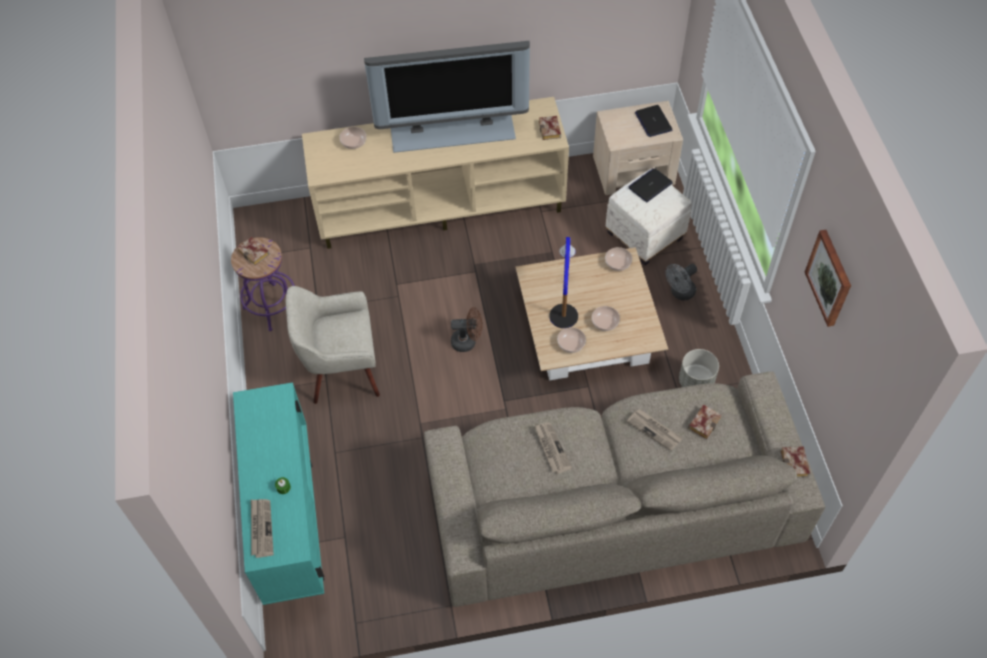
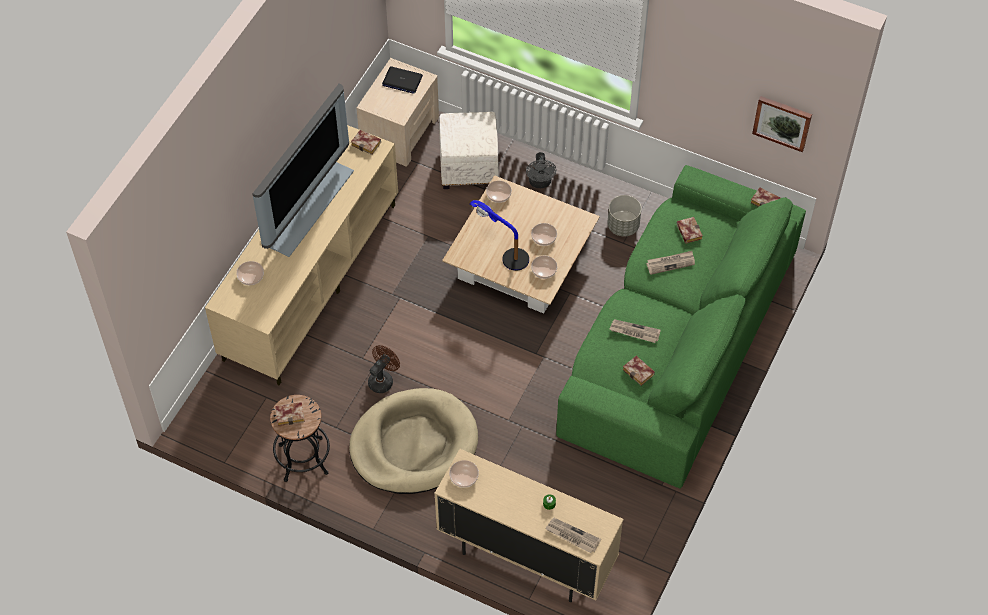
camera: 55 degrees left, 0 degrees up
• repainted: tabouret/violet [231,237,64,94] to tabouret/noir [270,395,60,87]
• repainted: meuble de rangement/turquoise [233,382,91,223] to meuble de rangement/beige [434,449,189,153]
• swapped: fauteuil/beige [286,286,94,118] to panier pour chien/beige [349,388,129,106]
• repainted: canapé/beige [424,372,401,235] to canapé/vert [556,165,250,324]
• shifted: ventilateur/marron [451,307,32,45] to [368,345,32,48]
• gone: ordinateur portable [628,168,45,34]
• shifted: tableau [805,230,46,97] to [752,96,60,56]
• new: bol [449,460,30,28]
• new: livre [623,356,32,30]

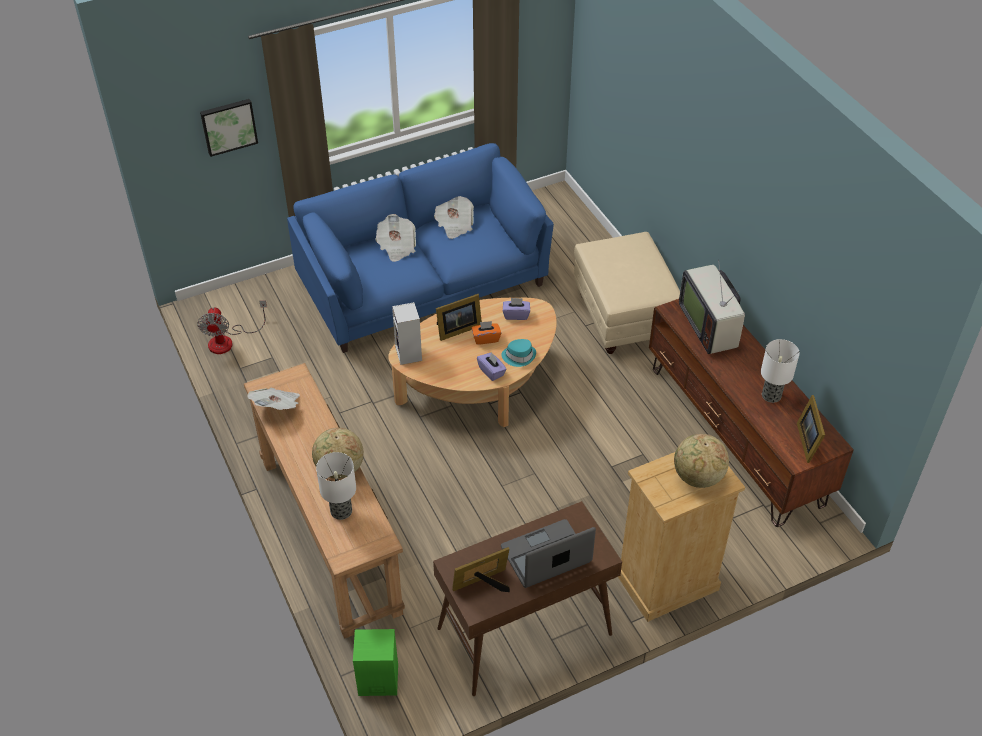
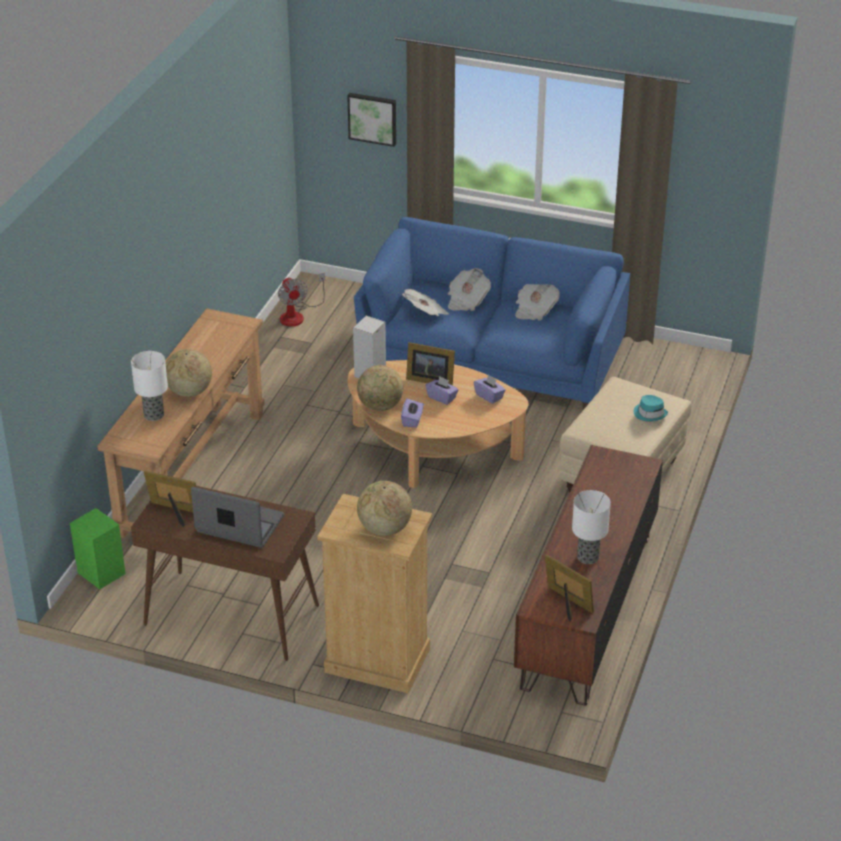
camera: 45 degrees right, 10 degrees down
• rotated: ventilateur [197,300,70,54] = [278,273,47,54] 60 degrees counterclockwise
• shifted: journal [248,388,52,22] to [402,289,47,27]
• repainted: boîte à mouchoirs/orange [472,321,29,24] to boîte à mouchoirs/violet [426,376,33,29]
• shifted: chapeau/turquoise [501,339,35,28] to [634,395,34,27]
• gone: téléviseur [679,260,66,94]
• rotated: cadre photo [797,395,28,68] = [545,554,49,68] 90 degrees clockwise
• new: globe [357,365,46,46]

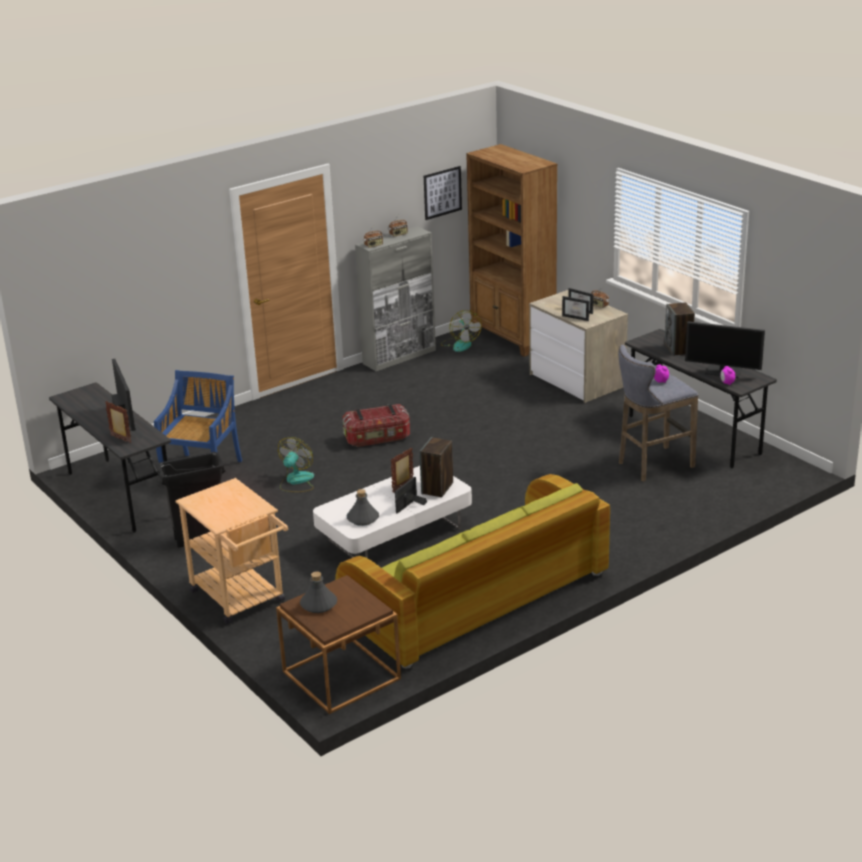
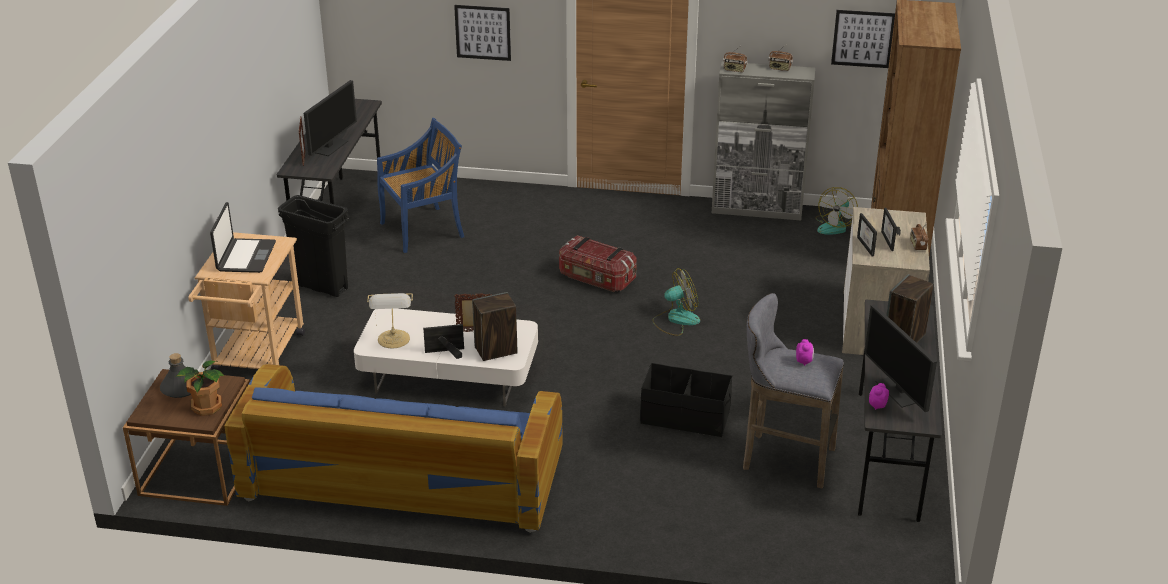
camera: 45 degrees right, 5 degrees up
• shifted: ventilateur [278,437,36,55] to [652,268,48,68]
• repainted: canapé/vert [335,474,275,194] to canapé/bleu [225,364,337,169]
• swapped: bouteille/gris [347,489,32,37] to lampe de table [367,293,46,55]
• new: plante en pot [175,360,50,56]
• new: ordinateur portable [210,202,66,71]
• new: tableau [454,5,57,56]
• new: boîte de rangement/noir [640,363,92,74]

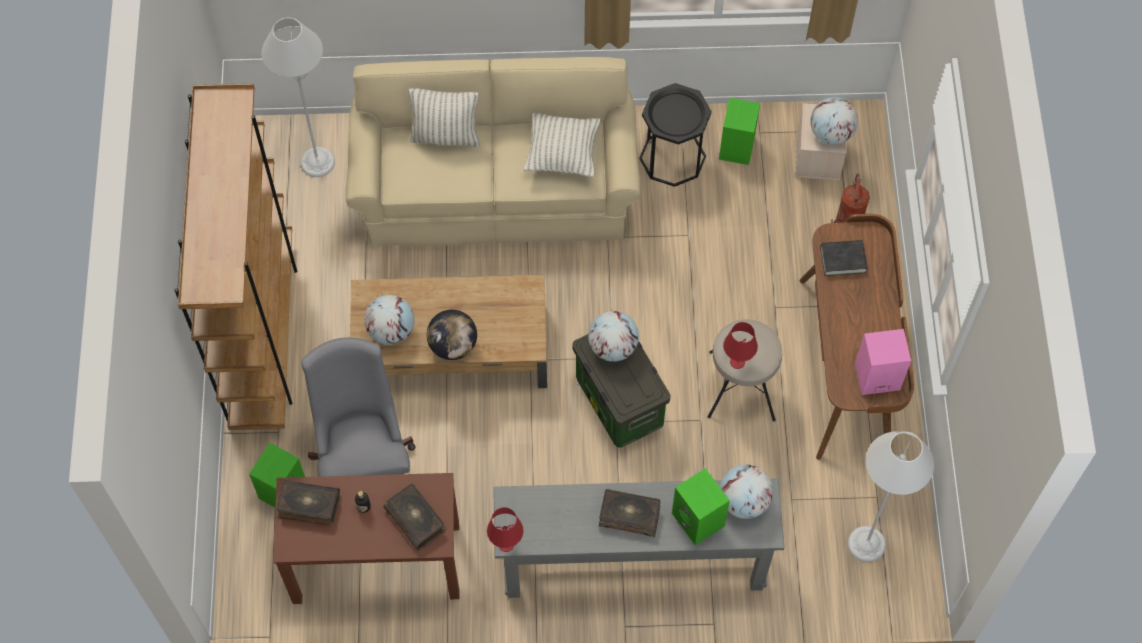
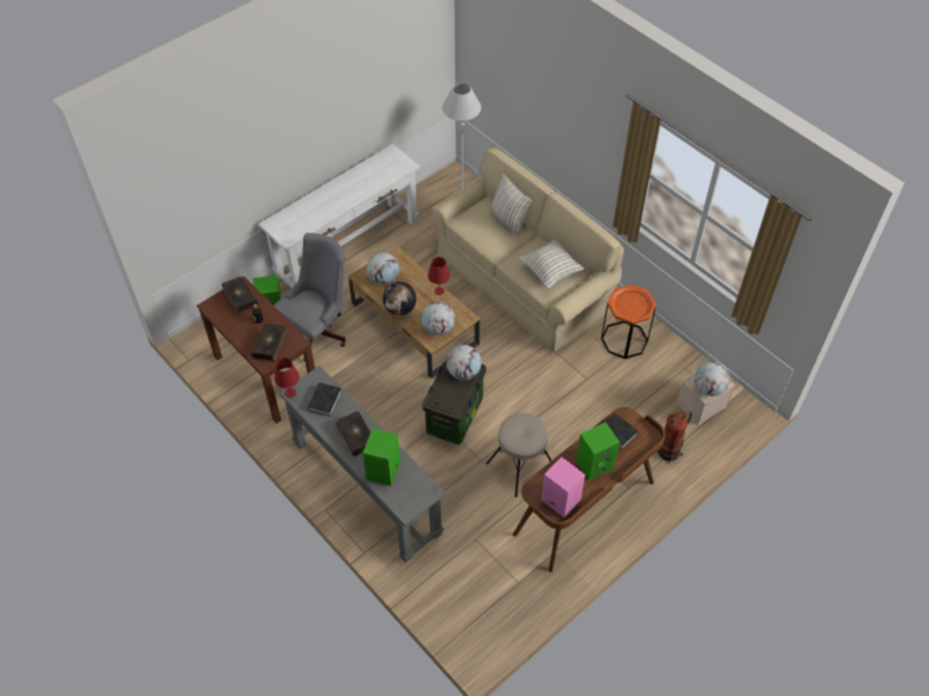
camera: 50 degrees right, 10 degrees down
• swapped: bibliothèque/marron [174,83,123,347] to table console/blanc [258,144,162,144]
• repainted: table d'appoint/noir [639,83,73,104] to table d'appoint/orange [601,284,56,75]
• shifted: enceinte/vert [719,98,41,67] to [576,422,44,59]
• shifted: globe [720,465,53,54] to [422,301,33,34]
• shifted: lampe de table/rouge [723,322,35,47] to [428,257,22,38]
• gone: lampadaire/gris [848,431,86,131]
• new: livre/noir [307,383,35,34]

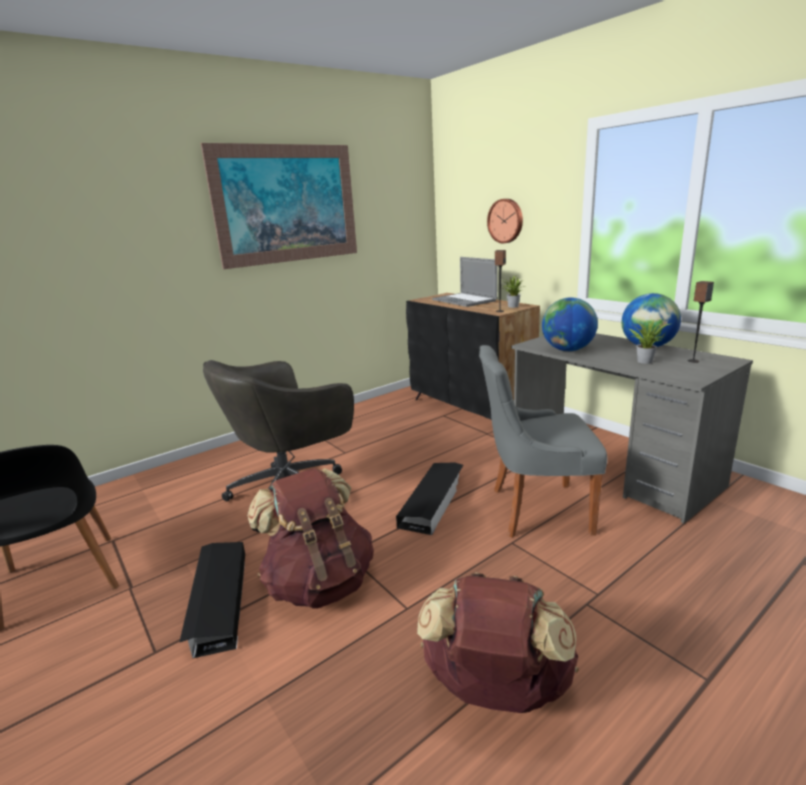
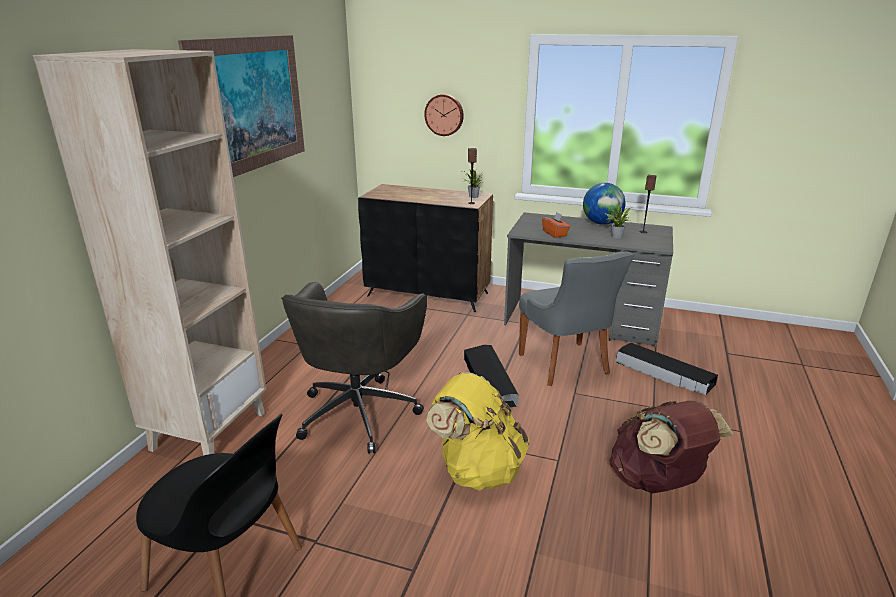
camera: 35 degrees left, 5 degrees up
• shifted: boîte de rangement/noir [179,542,66,116] to [616,343,102,52]
• repainted: sac à dos/marron [247,468,127,141] to sac à dos/jaune [426,372,103,119]
• gone: ordinateur portable [432,257,66,50]
• rotated: chaise/gris [479,345,129,193] = [519,252,115,134] 75 degrees counterclockwise
• swapped: globe [542,297,56,54] to boîte à mouchoirs/orange [542,212,28,26]
• new: bibliothèque/beige [33,49,233,407]

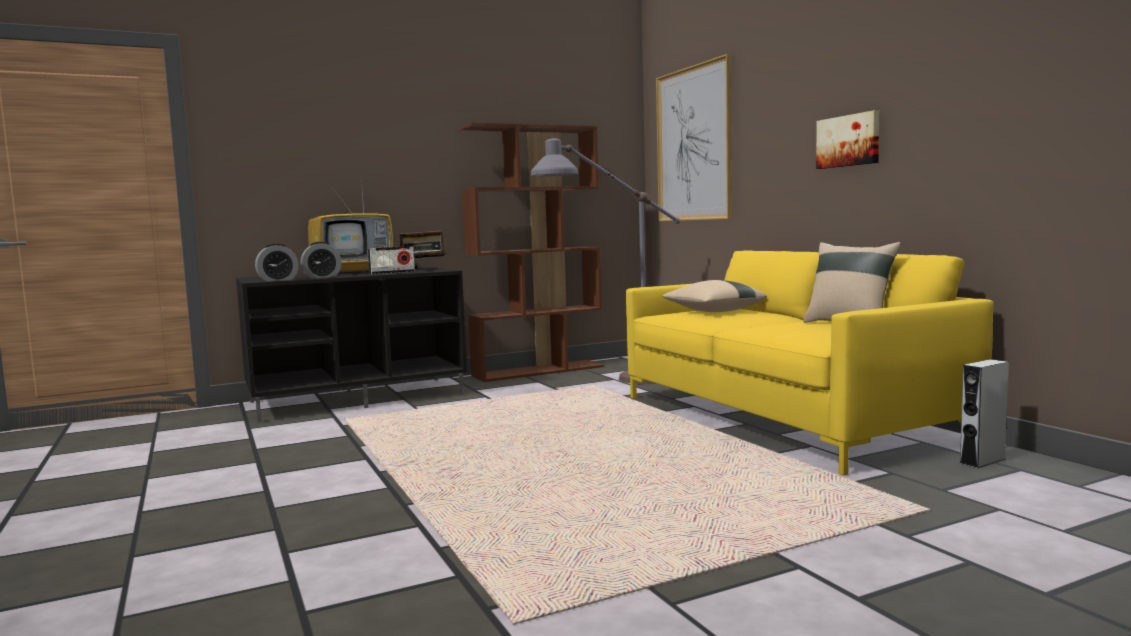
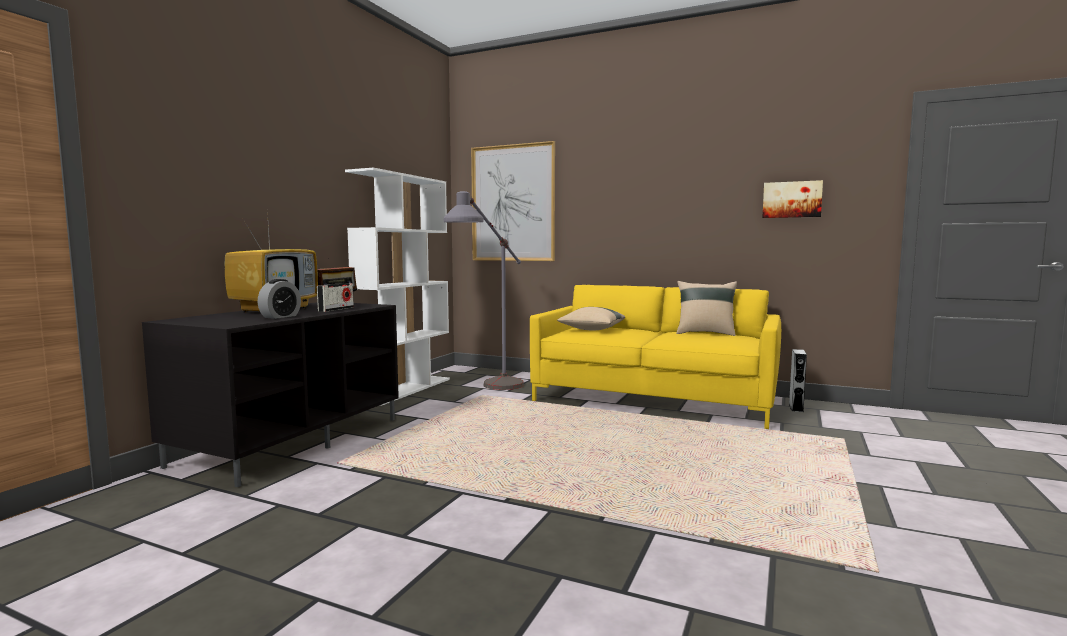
camera: 40 degrees left, 0 degrees up
• gone: réveil [255,244,44,37]
• repainted: bibliothèque/marron [459,123,145,259] to bibliothèque/blanc [345,168,105,238]
• shifted: tableau [816,110,63,59] to [762,180,61,38]

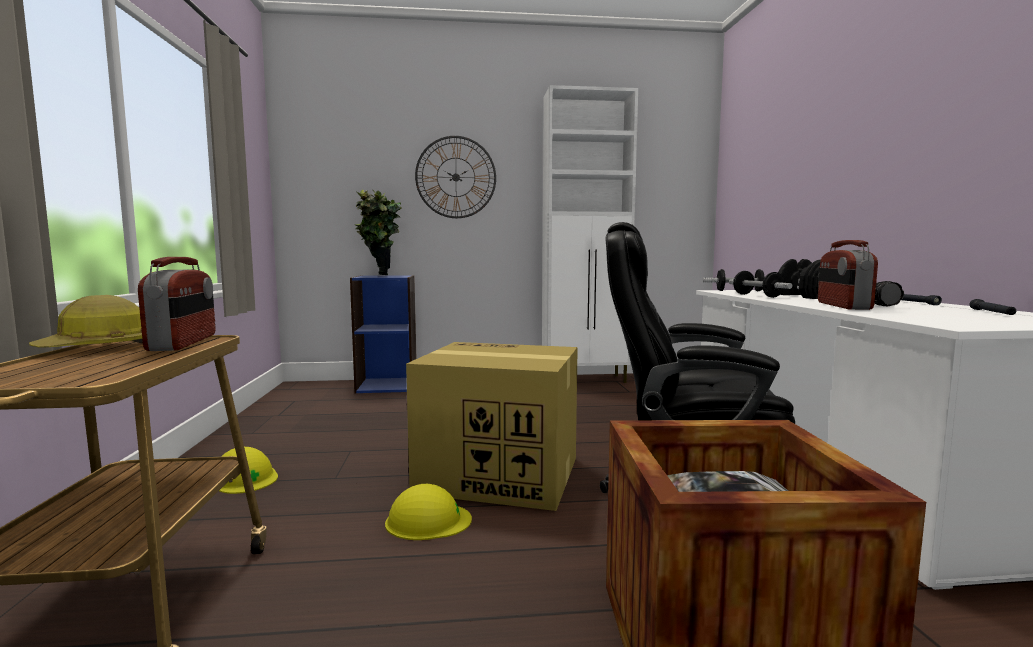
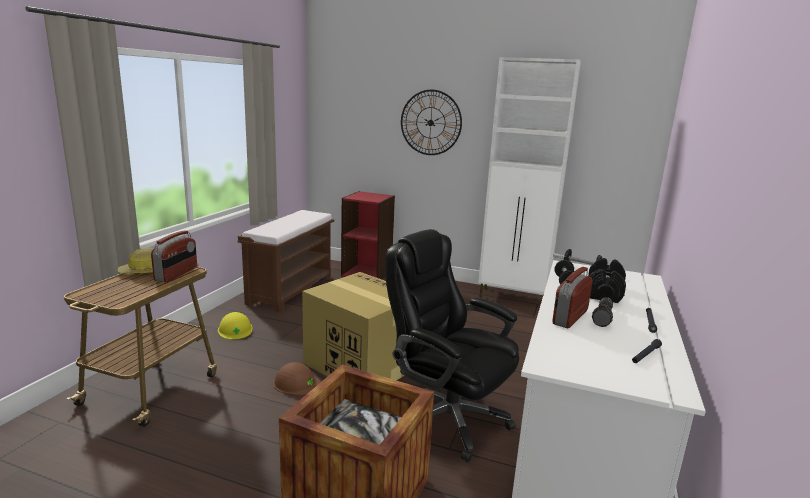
camera: 25 degrees right, 10 degrees up
• repainted: bibliothèque/bleu [350,275,66,118] to bibliothèque/rouge [341,191,54,88]
• gone: plante en pot [355,190,47,85]
• repainted: casque de chantier/jaune [385,484,87,56] to casque de chantier/marron [273,362,47,34]
• new: banc/marron [238,210,96,102]

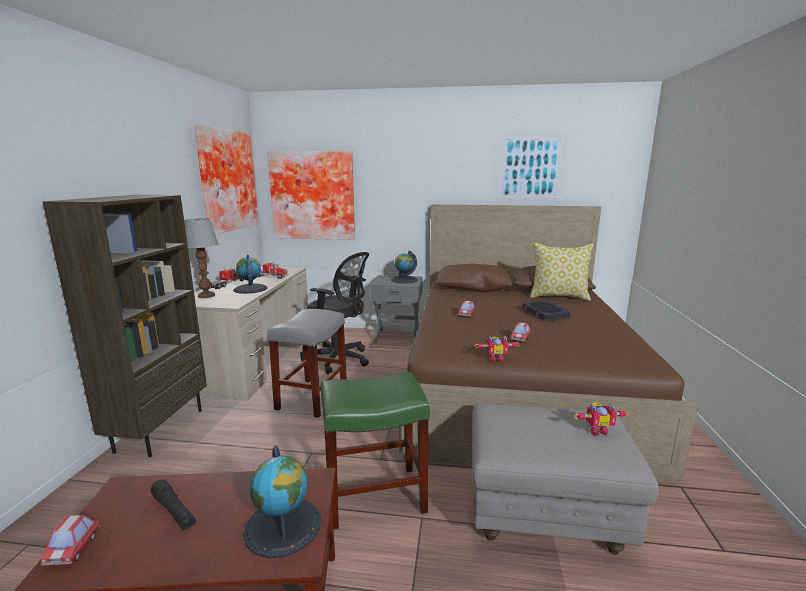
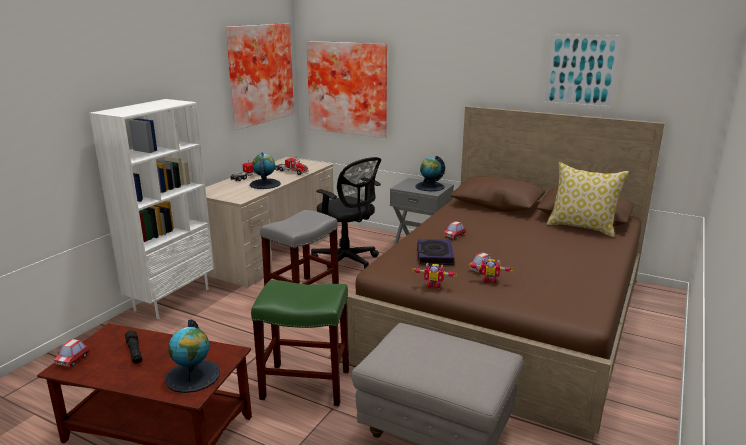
camera: 20 degrees right, 5 degrees up
• repainted: bibliothèque/marron [43,195,164,262] to bibliothèque/blanc [89,99,125,220]
• gone: lampe de table [184,218,35,80]
• shifted: livre [522,301,49,20] to [417,239,37,26]
• shifted: robot jouet [574,402,55,34] to [468,258,45,25]

